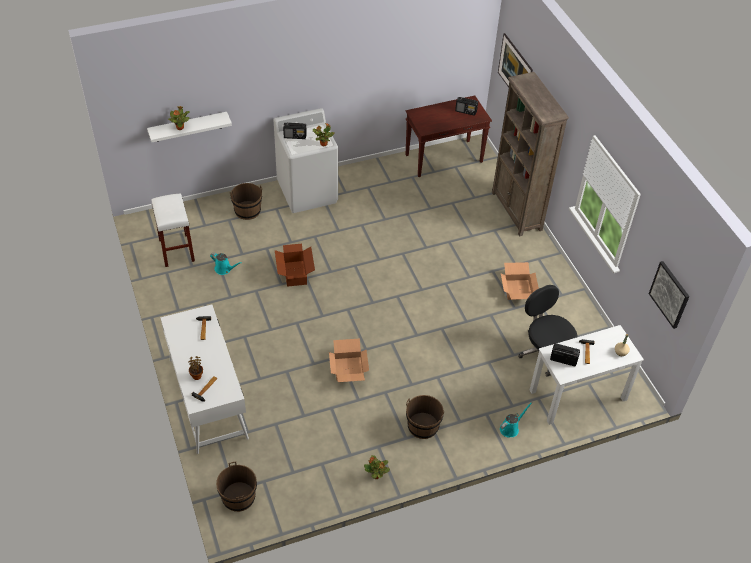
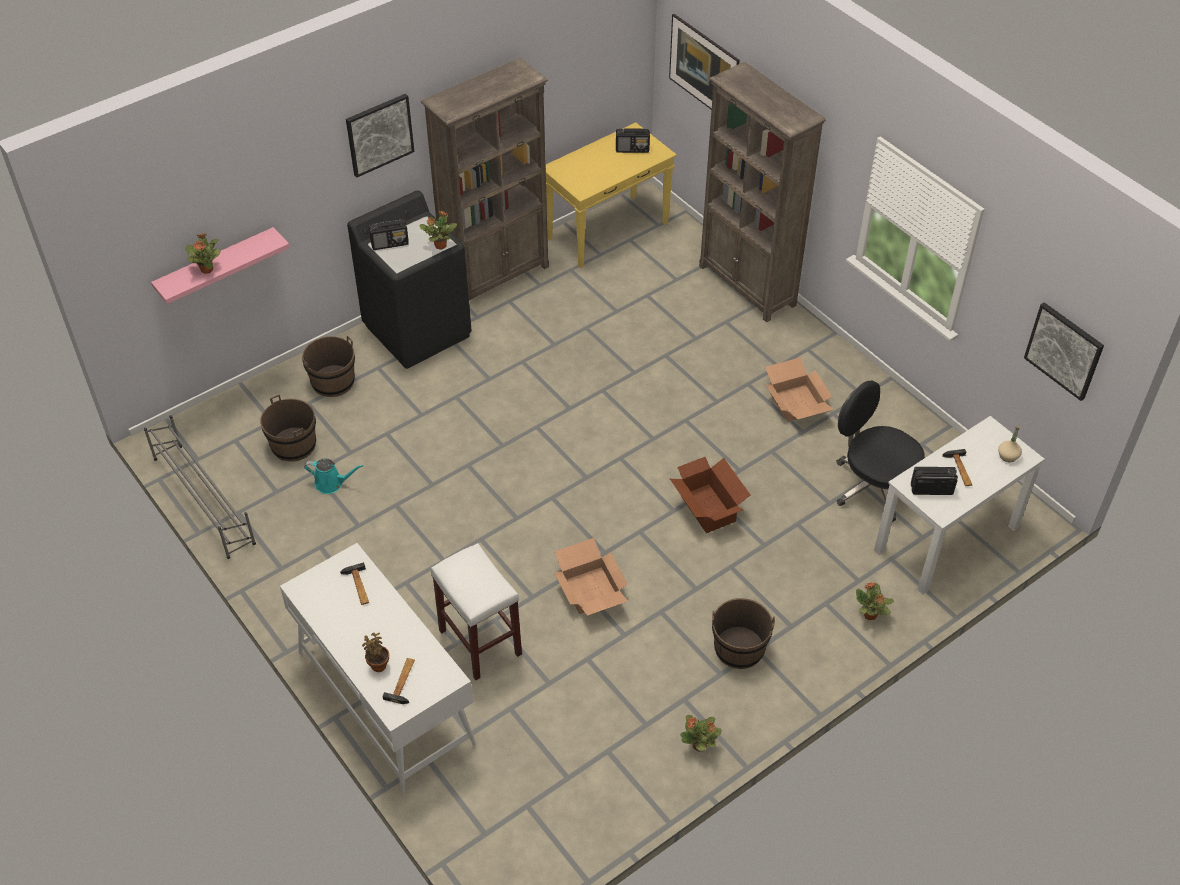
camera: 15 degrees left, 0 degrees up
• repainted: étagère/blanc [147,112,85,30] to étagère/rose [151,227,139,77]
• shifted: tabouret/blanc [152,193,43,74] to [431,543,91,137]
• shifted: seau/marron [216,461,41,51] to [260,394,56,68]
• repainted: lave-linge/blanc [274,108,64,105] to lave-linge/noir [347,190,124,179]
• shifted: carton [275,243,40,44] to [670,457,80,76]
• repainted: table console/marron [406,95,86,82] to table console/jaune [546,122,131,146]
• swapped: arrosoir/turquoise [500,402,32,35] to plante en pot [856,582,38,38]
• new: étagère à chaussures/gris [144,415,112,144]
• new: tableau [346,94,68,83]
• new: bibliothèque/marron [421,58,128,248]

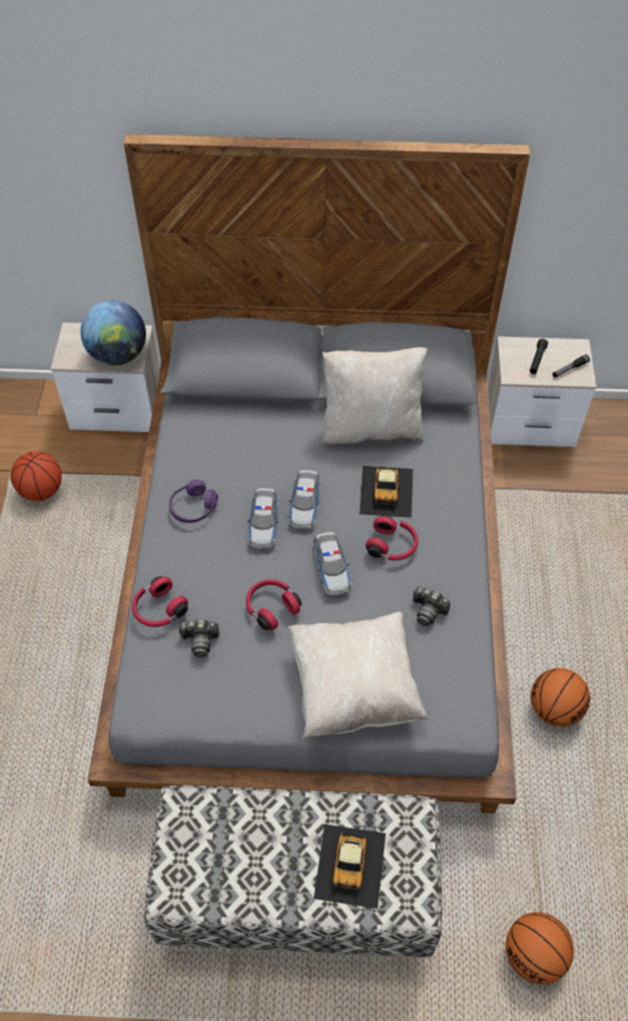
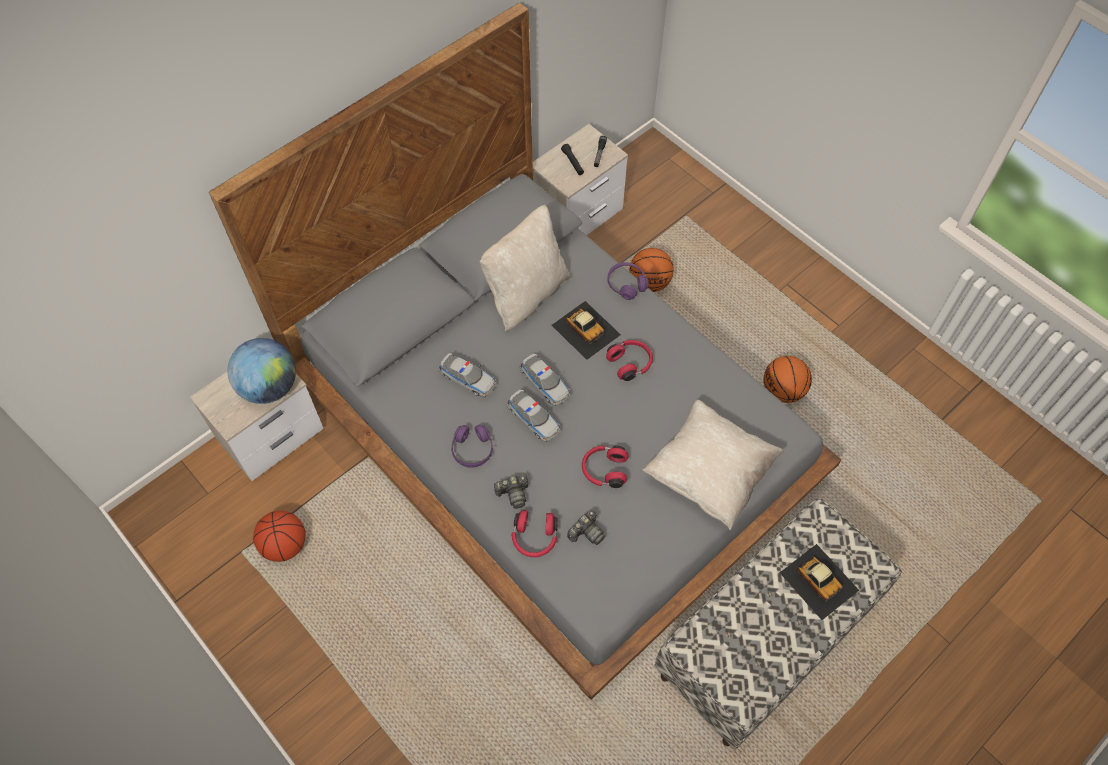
camera: 45 degrees left, 5 degrees up
• shifted: petite voiture [313,532,39,64] to [438,353,58,44]
• shifted: appareil photo [413,587,37,39] to [493,475,35,34]
• shifted: ballon de basket [506,912,68,73] to [629,248,45,44]
• new: casque audio/violet [607,262,41,38]

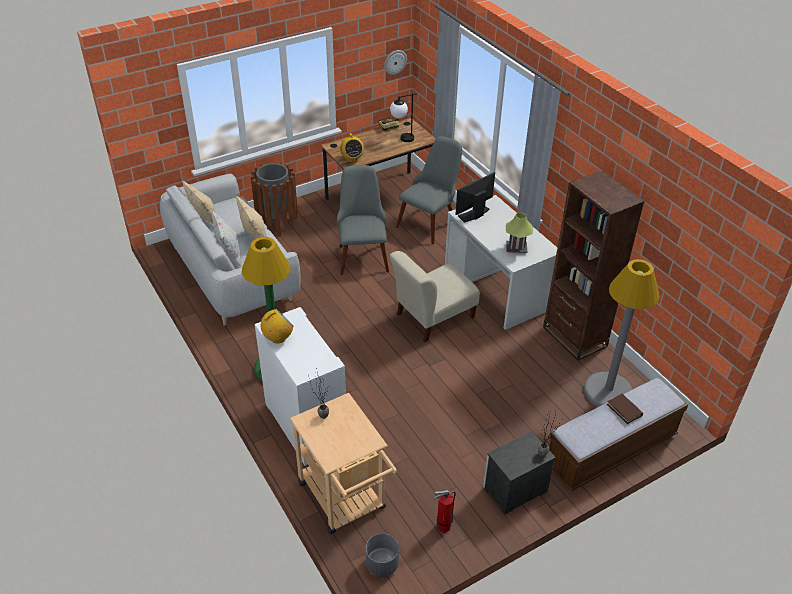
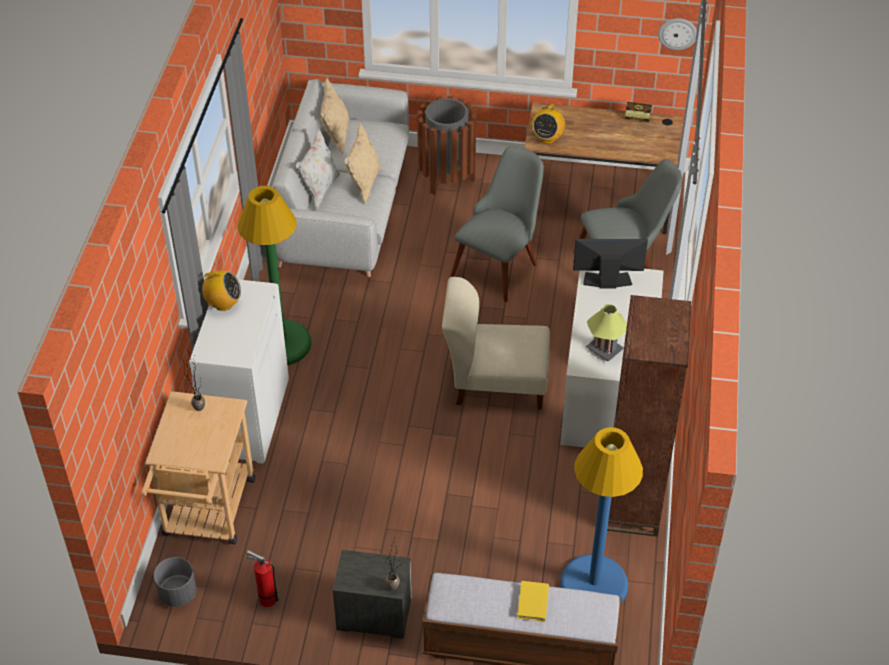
camera: 40 degrees right, 5 degrees up
• gone: lampe de table [390,93,28,49]
• repainted: lampadaire/gris [584,259,75,148] to lampadaire/bleu [560,427,83,177]
• repainted: livre/marron [607,394,36,30] to livre/jaune [517,581,32,40]

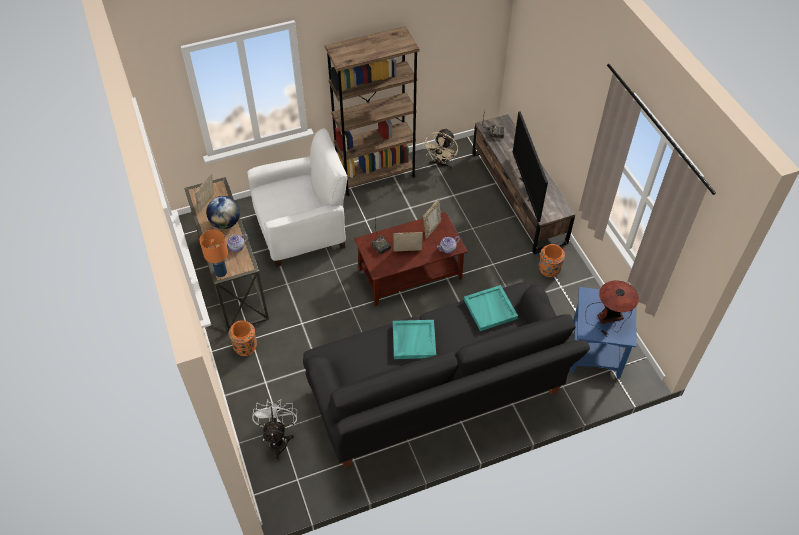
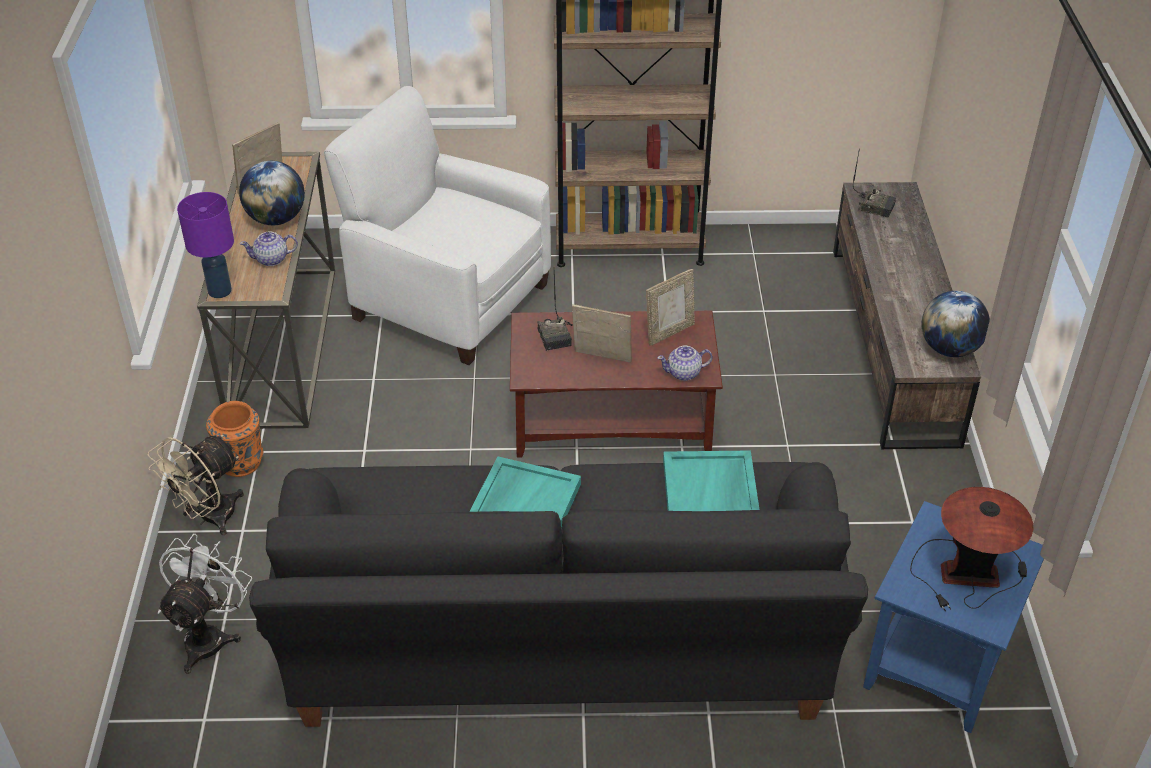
camera: 20 degrees right, 10 degrees down
• repainted: lampe de table/orange [200,230,28,47] to lampe de table/violet [177,192,57,106]
• rotated: fauteuil/blanc [248,129,100,138] = [324,86,227,279] 150 degrees counterclockwise
• shifted: ventilateur/beige [423,128,35,41] to [148,435,96,100]
• gone: téléviseur [513,111,35,111]
• gone: vase/orange [539,244,26,33]
• new: globe [921,291,69,66]

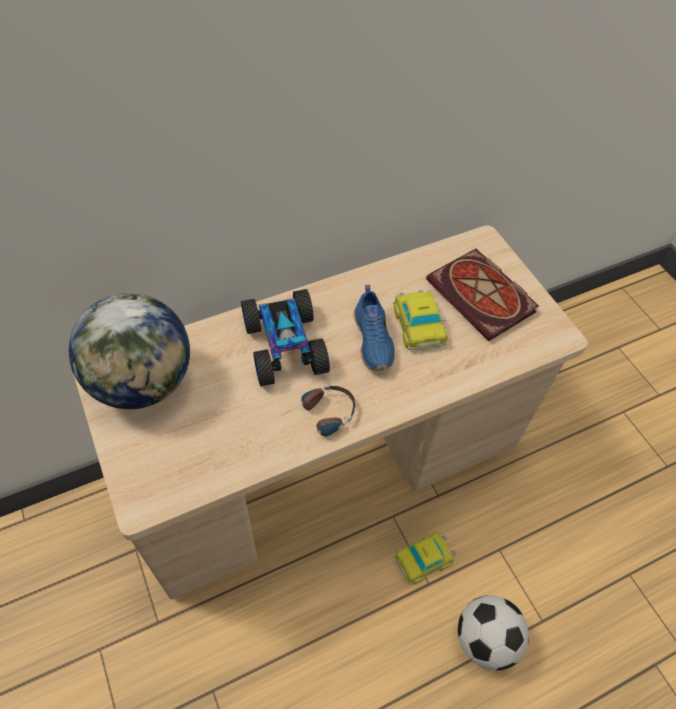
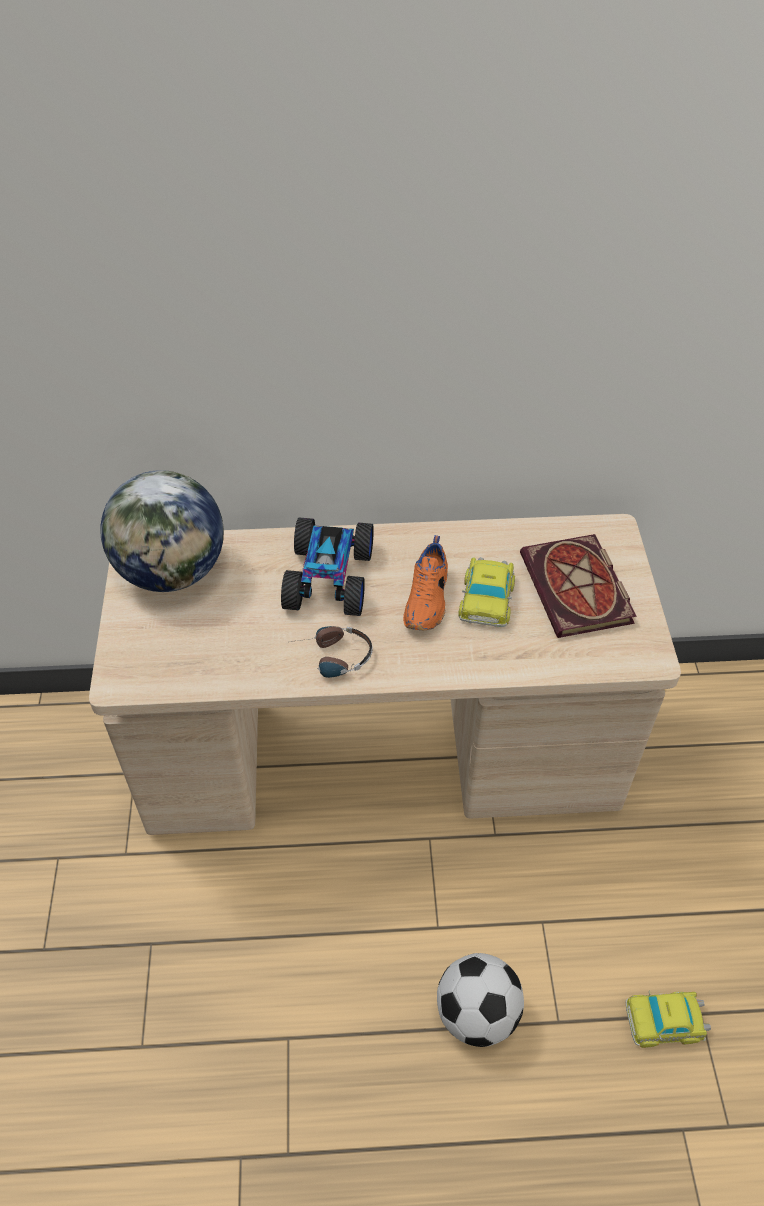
camera: 25 degrees right, 5 degrees down
• repainted: chaussure/bleu [353,285,42,86] to chaussure/orange [403,535,45,95]
• shifted: petite voiture [394,532,62,53] to [626,991,85,57]

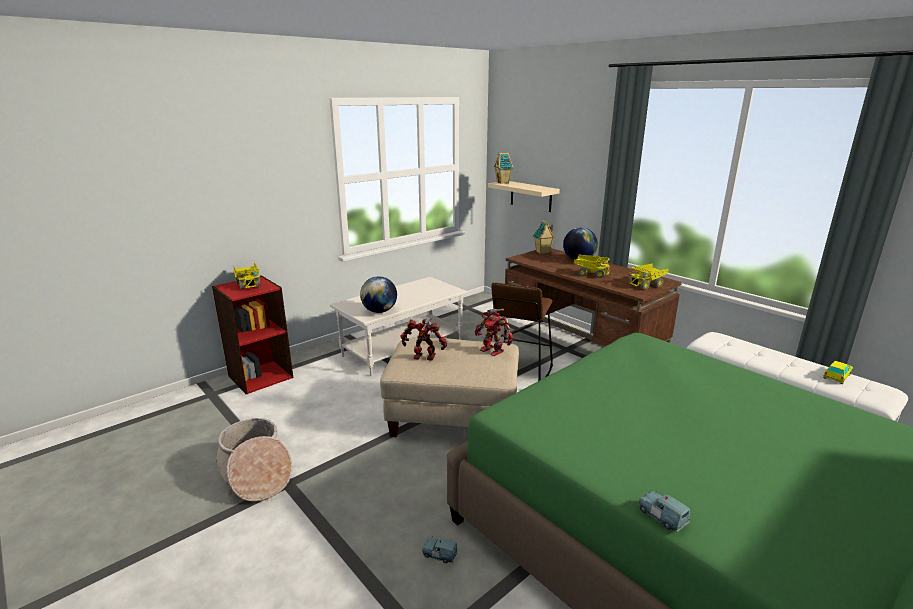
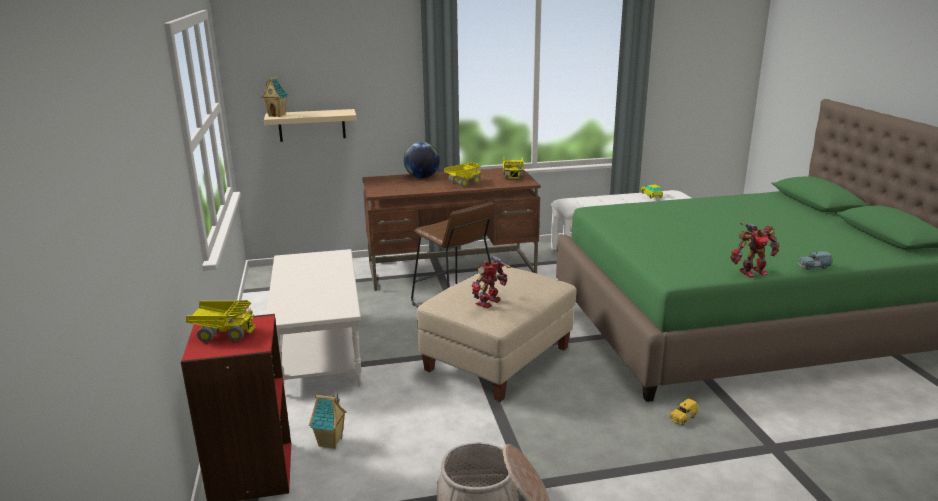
camera: 60 degrees left, 0 degrees up
• gone: globe [360,276,37,37]
• repainted: petite voiture/bleu [422,536,36,27] to petite voiture/jaune [669,399,29,27]
• shifted: robot jouet [475,309,38,47] to [730,222,49,55]
• shifted: maison miniature [533,220,22,34] to [309,394,38,55]

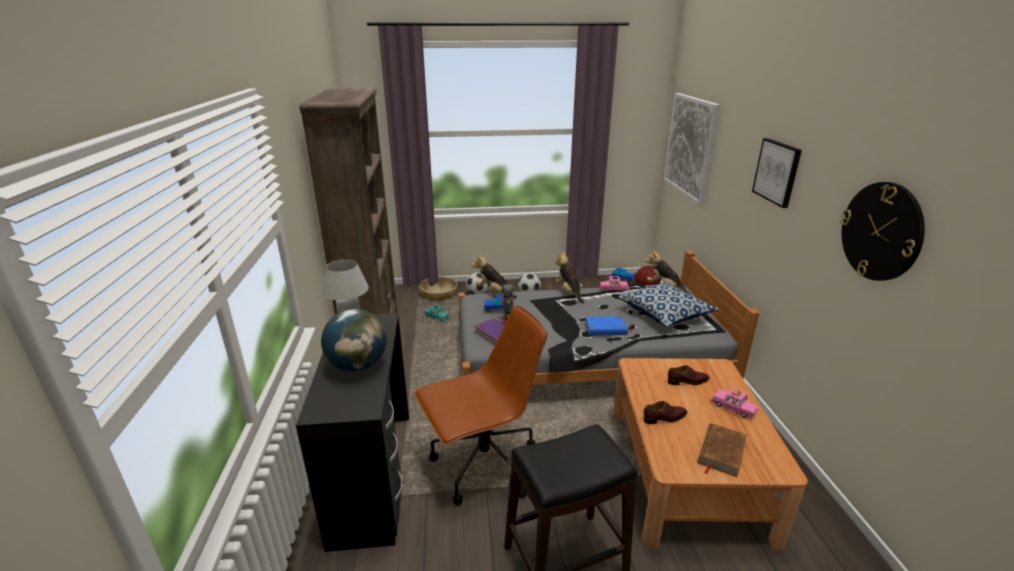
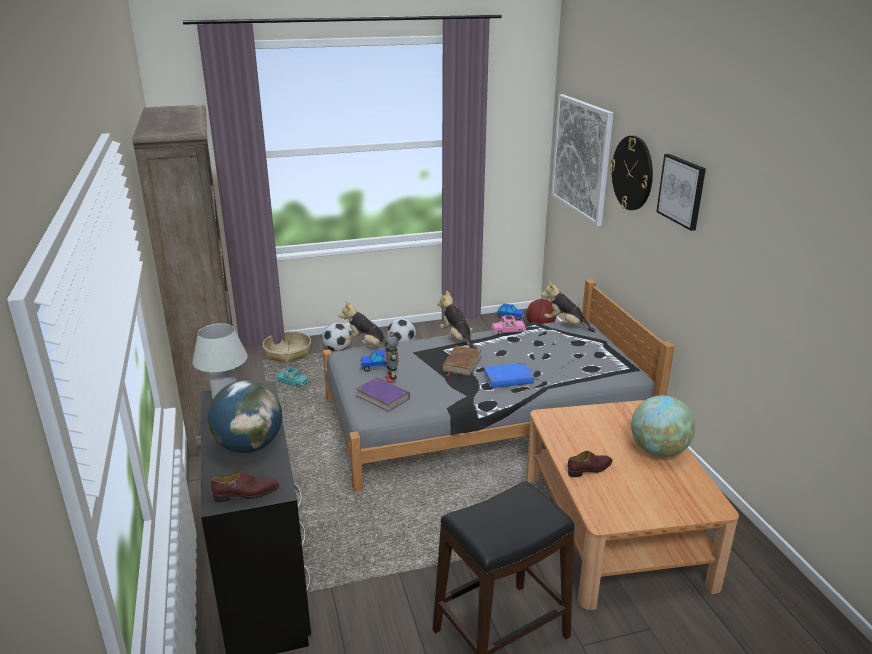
camera: 10 degrees left, 0 degrees up
• gone: chaise de bureau/marron [414,305,133,200]
• gone: coussin [618,282,101,45]
• shifted: chaussure/marron [668,365,42,20] to [211,470,68,32]
• shifted: livre/marron [698,423,48,54] to [442,346,40,30]
• swapped: petite voiture/rose [711,388,47,31] to globe [631,395,64,62]
• shifted: horloge murale [841,182,84,99] to [610,136,43,74]

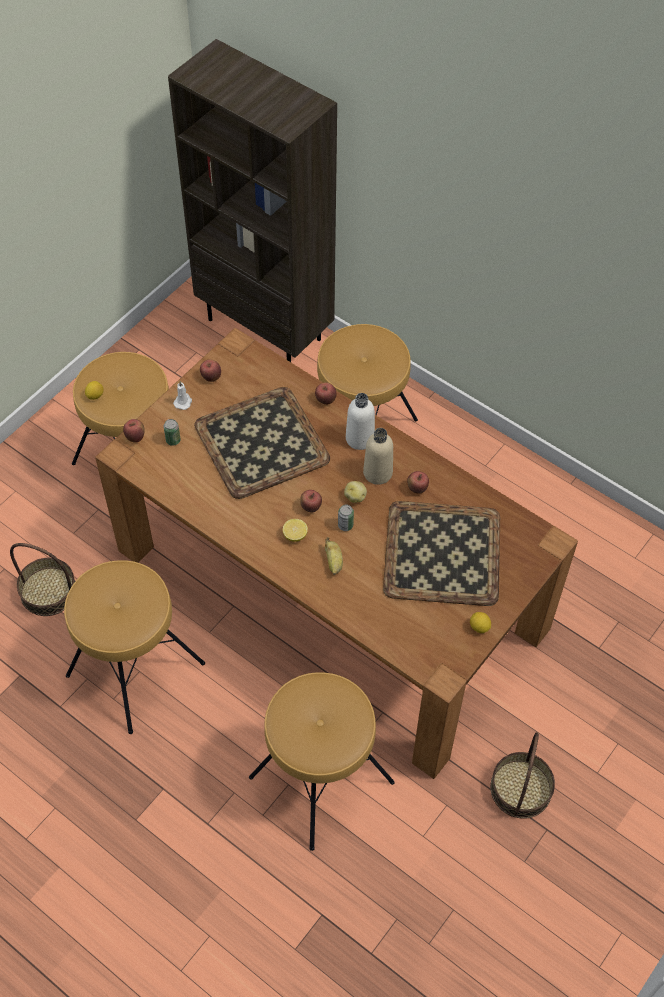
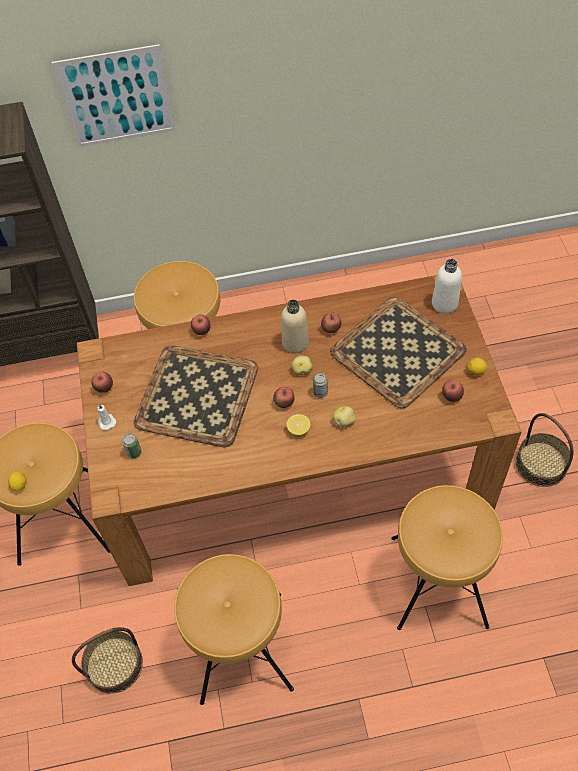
camera: 45 degrees left, 0 degrees up
• shifted: pomme [123,419,22,24] to [442,380,22,22]
• swapped: banane [325,537,18,38] to pomme de terre [333,406,23,21]
• shifted: bouteille/blanc [346,393,29,57] to [432,259,30,54]
• new: tableau [52,44,124,103]

